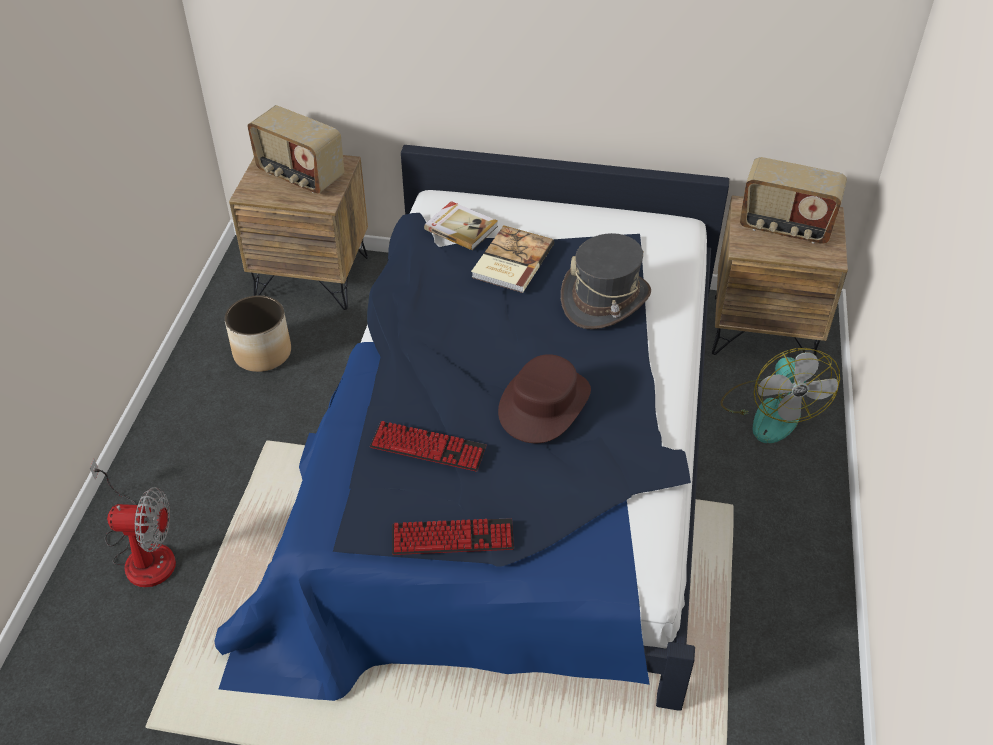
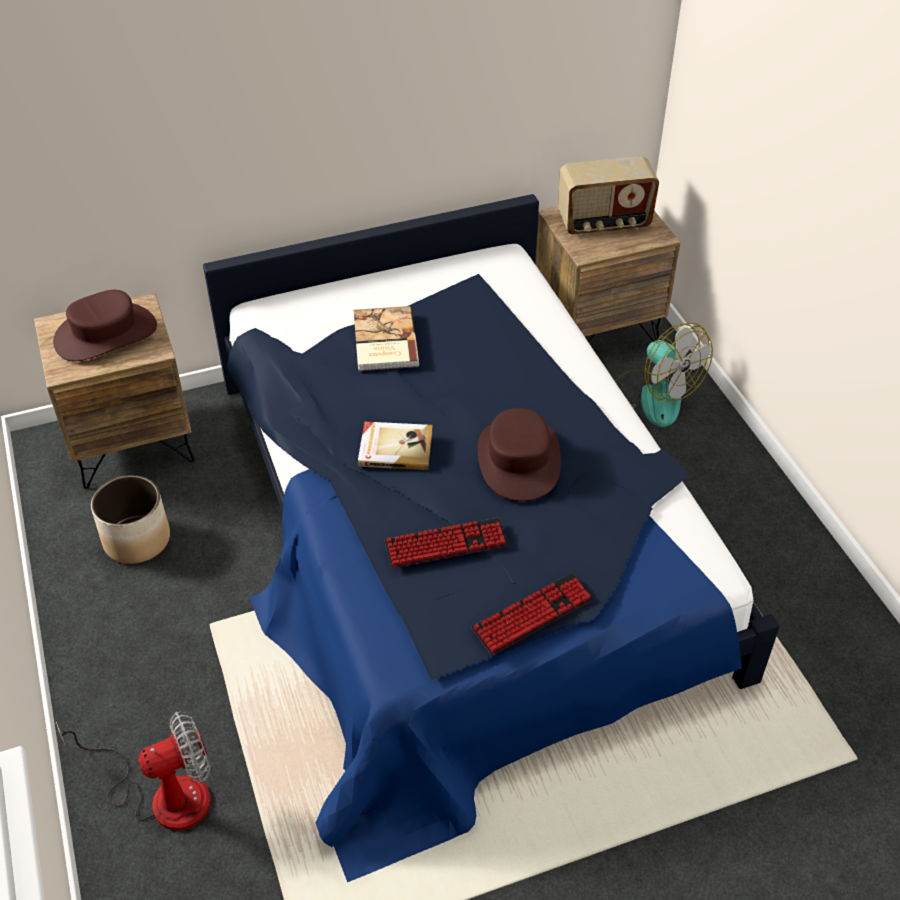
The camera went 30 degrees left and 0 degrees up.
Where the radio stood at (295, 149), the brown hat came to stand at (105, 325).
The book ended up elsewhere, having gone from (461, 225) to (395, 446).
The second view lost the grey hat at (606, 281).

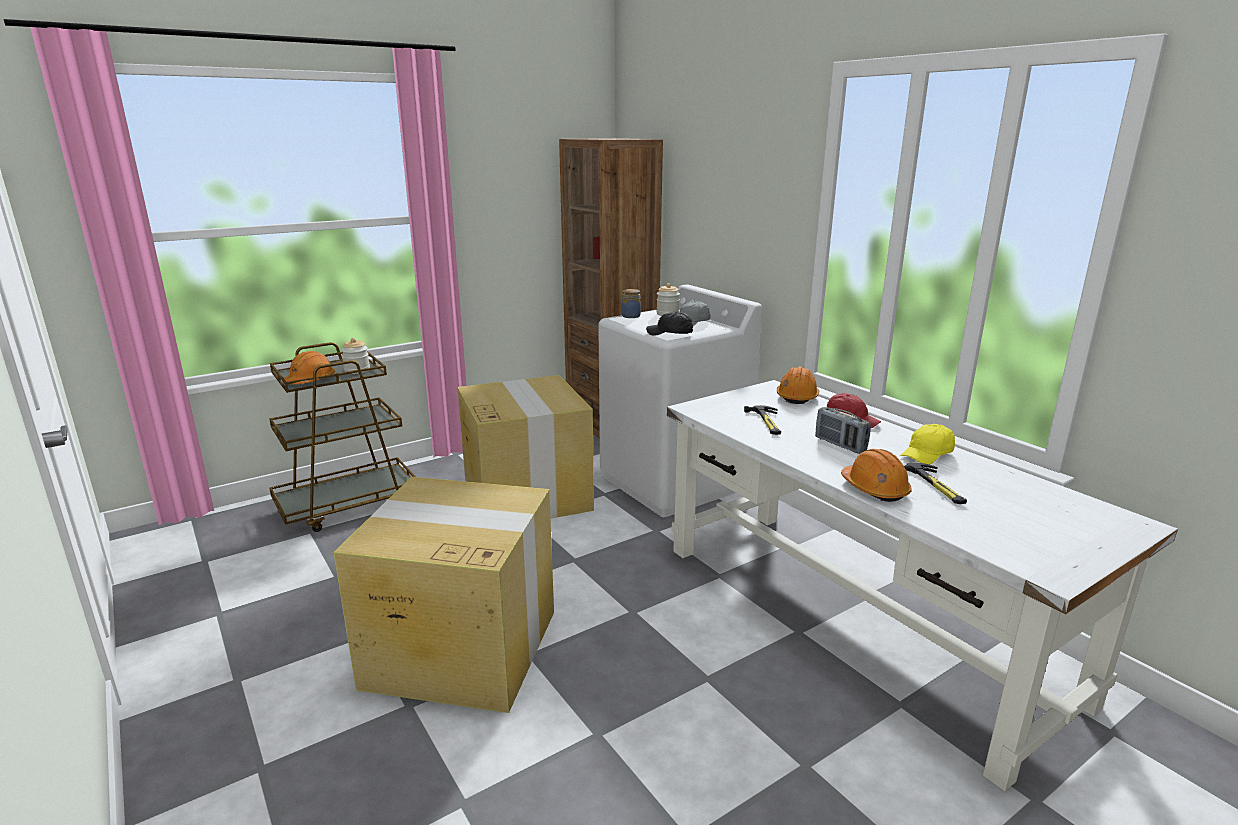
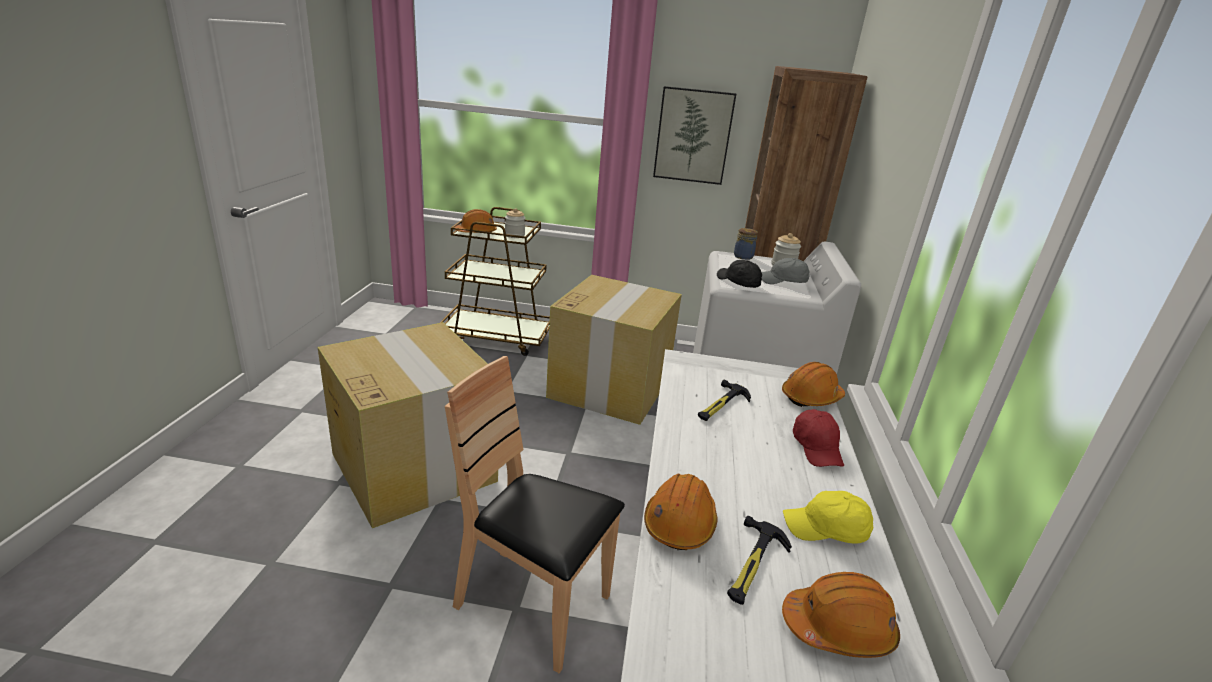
The camera went 40 degrees right and 5 degrees up.
The second view lost the radio at (843, 430).
The second view gained the picture at (694, 135).
The second view gained the brown chair at (535, 514).
The second view gained the orange hard hat at (841, 615).

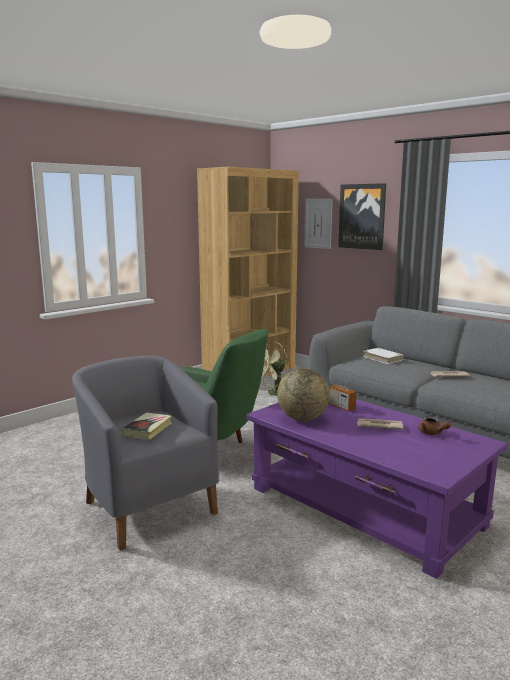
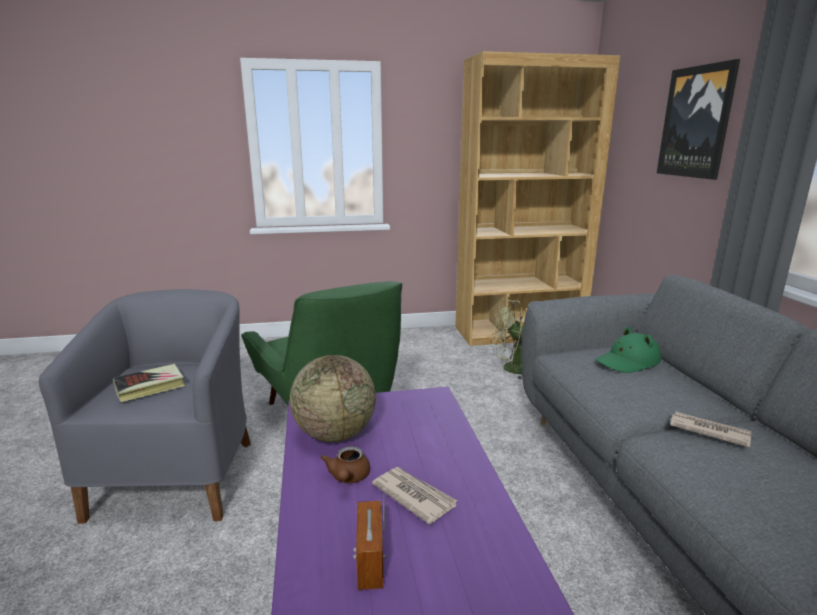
The camera went 35 degrees right and 5 degrees up.
The second view lost the picture at (318, 224).
Where the white book stood at (383, 356), the green hat came to stand at (628, 350).
The radio ended up elsewhere, having gone from (342, 389) to (369, 539).
The brown teapot ended up elsewhere, having gone from (434, 426) to (345, 464).

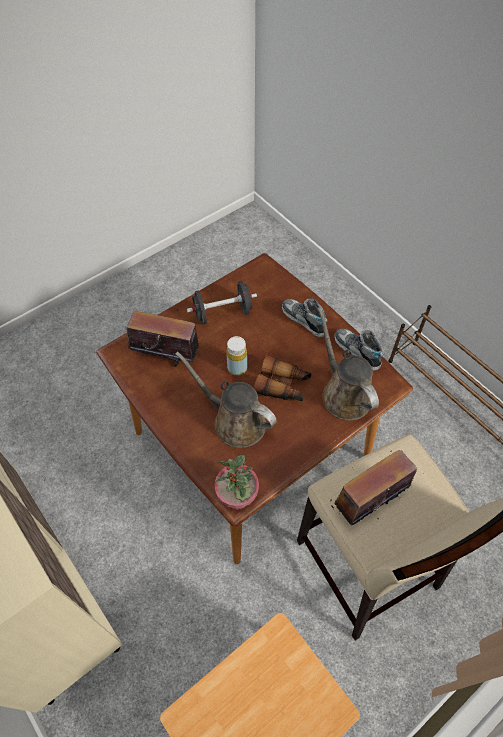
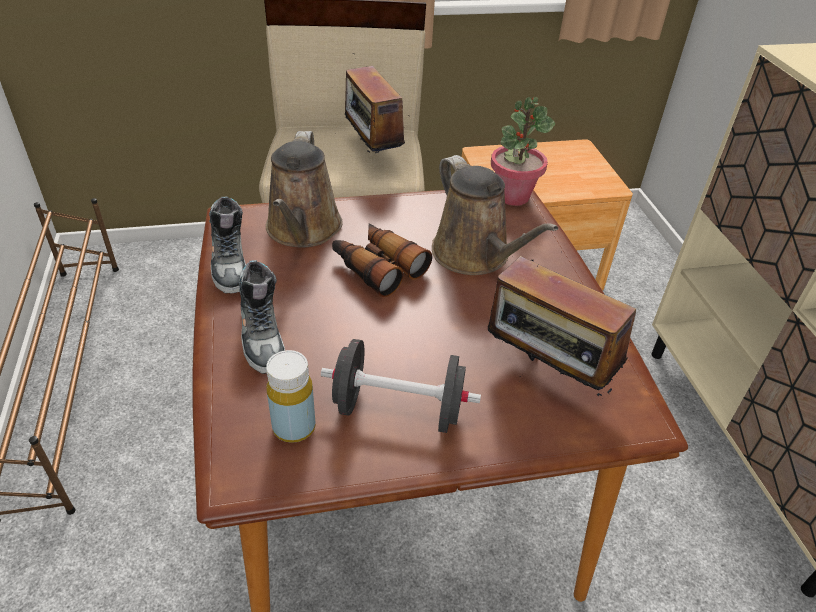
The camera went 155 degrees left and 15 degrees down.
The yellow bottle ended up elsewhere, having gone from (236, 356) to (291, 396).
The radio at (374, 487) ended up facing another way, 75 degrees clockwise from before.

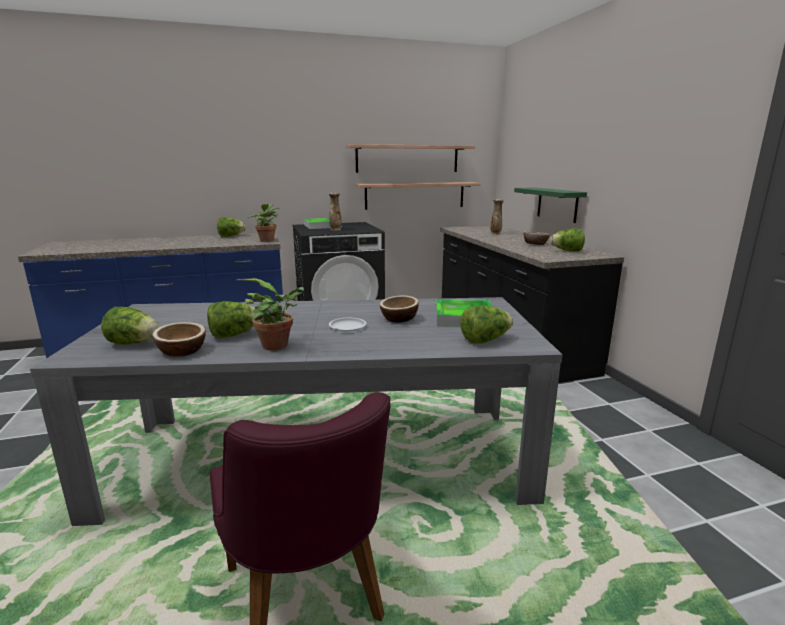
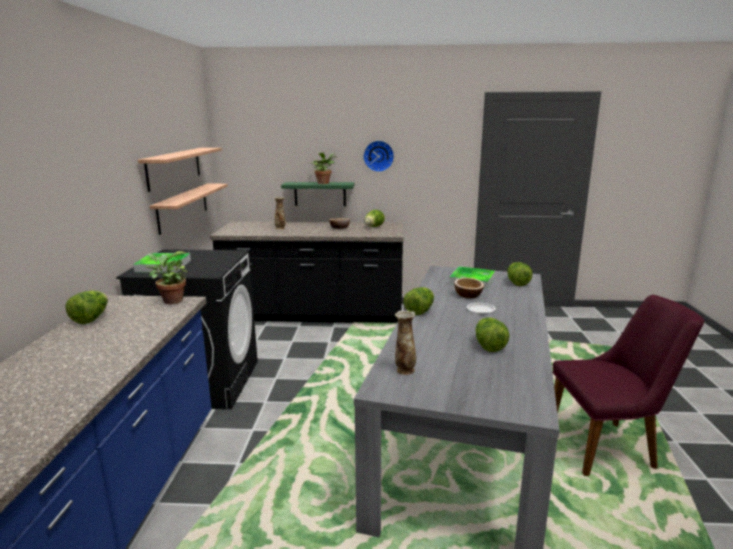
The camera went 70 degrees left and 0 degrees up.
The vase ended up elsewhere, having gone from (335, 211) to (405, 342).
The potted plant ended up elsewhere, having gone from (273, 314) to (324, 168).
The lettuce ended up elsewhere, having gone from (130, 326) to (418, 301).
The second view lost the bowl at (179, 339).
The second view gained the wall clock at (378, 156).

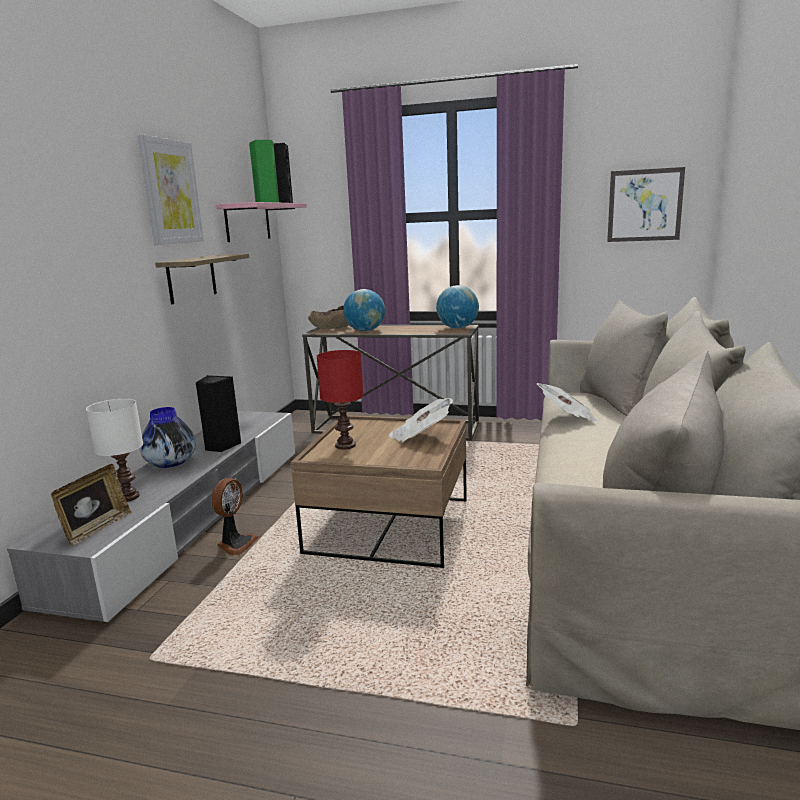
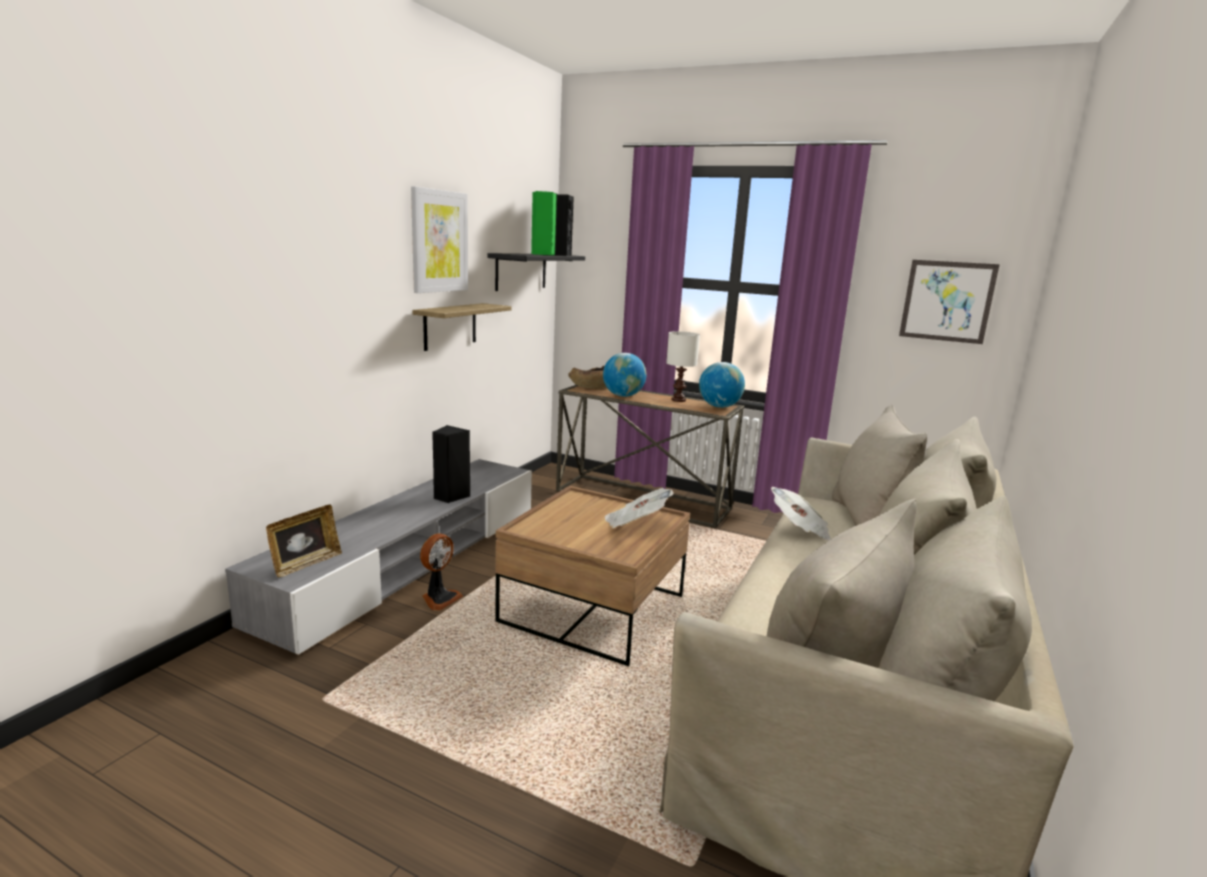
The camera went 10 degrees right and 0 degrees up.
What was the pink shelf at (261, 222) turned into the black shelf at (536, 272).
The second view lost the red table lamp at (340, 400).
The white table lamp ended up elsewhere, having gone from (114, 450) to (683, 366).
The second view lost the vase at (167, 437).

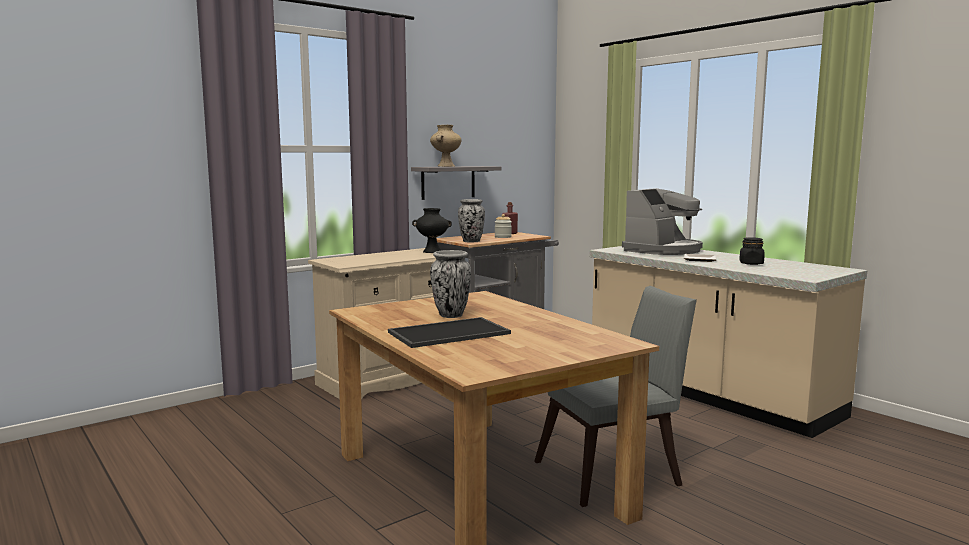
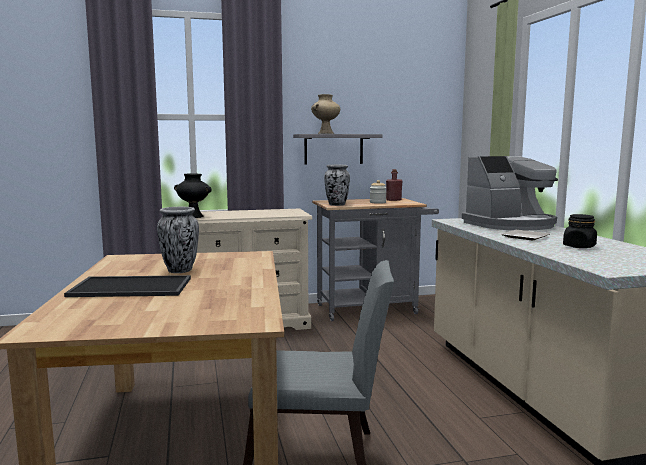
The camera went 25 degrees right and 0 degrees up.
The black vase ended up elsewhere, having gone from (432, 230) to (193, 196).

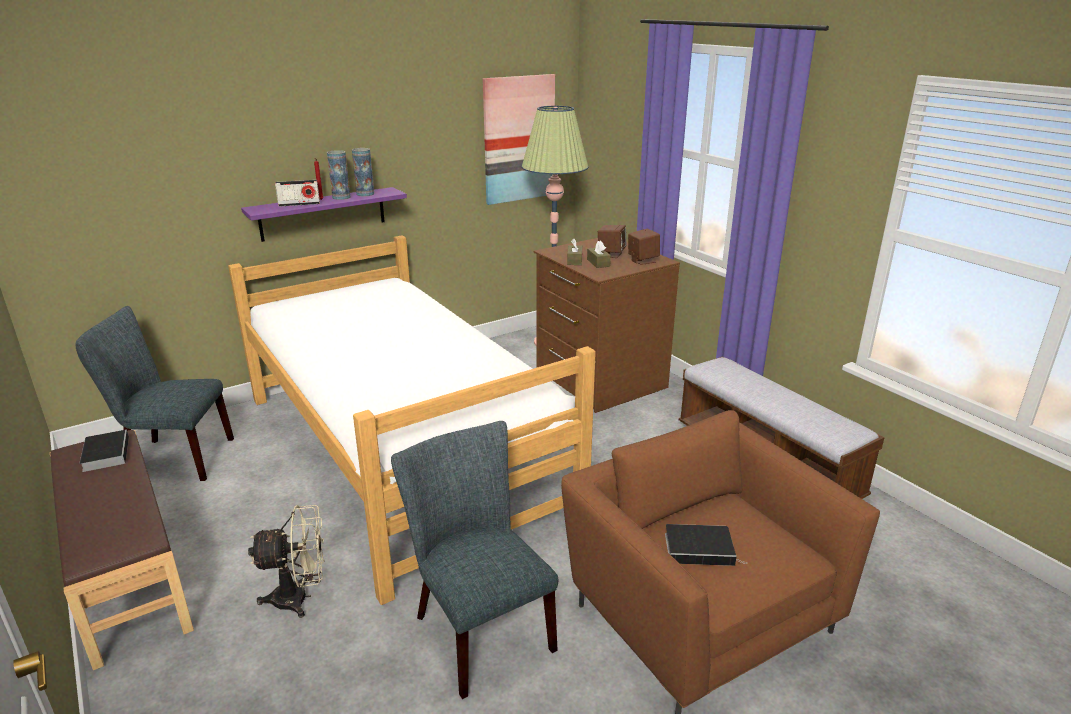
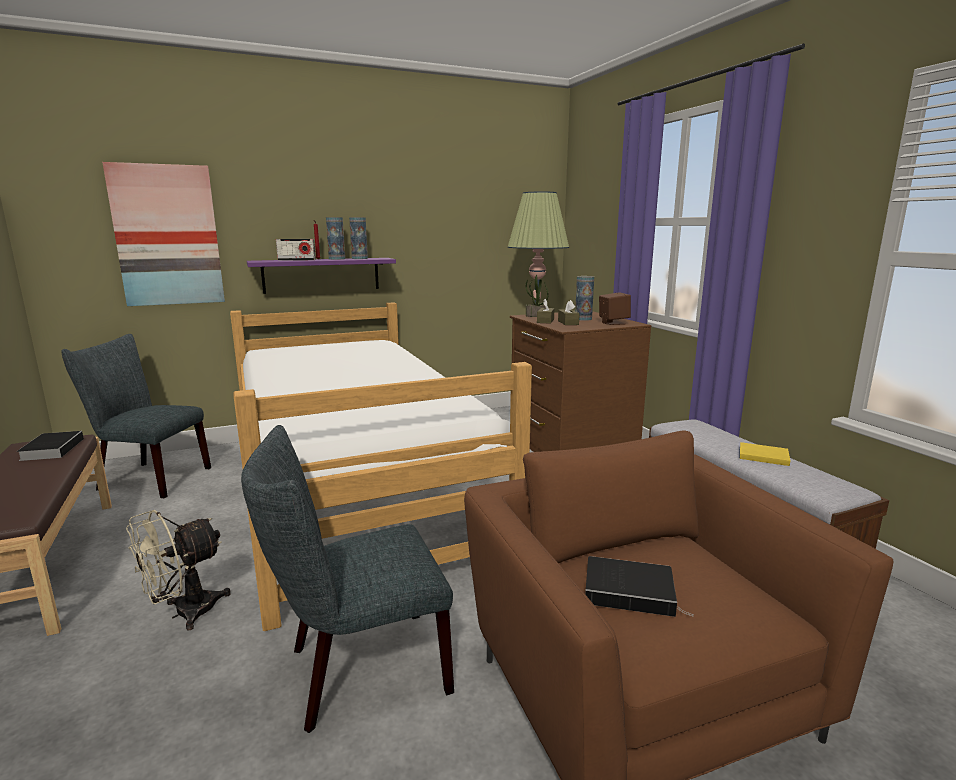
The camera went 10 degrees right and 10 degrees down.
The picture ended up elsewhere, having gone from (519, 139) to (163, 234).
Where the brown speaker stood at (612, 241), the vase came to stand at (584, 298).
The grey chair at (474, 560) ended up facing another way, 90 degrees counterclockwise from before.
The beige fan at (286, 561) ended up facing another way, 135 degrees clockwise from before.
The second view gained the potted plant at (537, 296).
The second view gained the yellow book at (765, 454).

